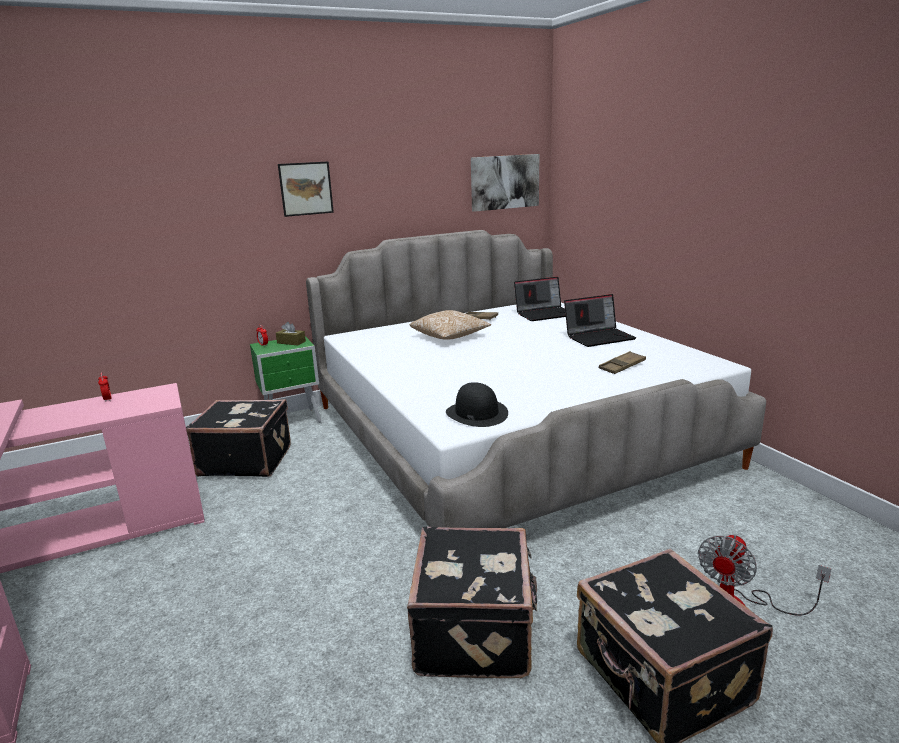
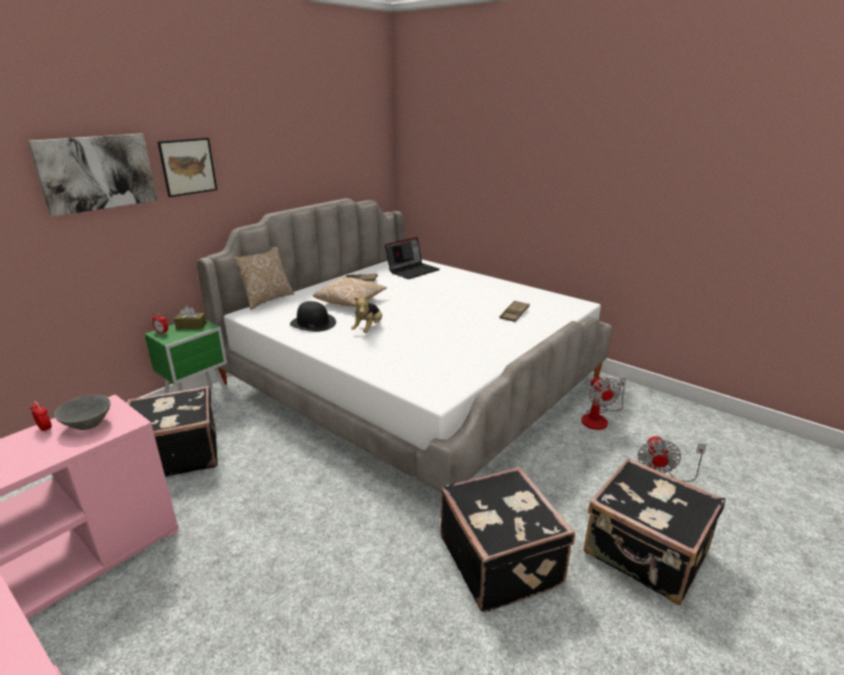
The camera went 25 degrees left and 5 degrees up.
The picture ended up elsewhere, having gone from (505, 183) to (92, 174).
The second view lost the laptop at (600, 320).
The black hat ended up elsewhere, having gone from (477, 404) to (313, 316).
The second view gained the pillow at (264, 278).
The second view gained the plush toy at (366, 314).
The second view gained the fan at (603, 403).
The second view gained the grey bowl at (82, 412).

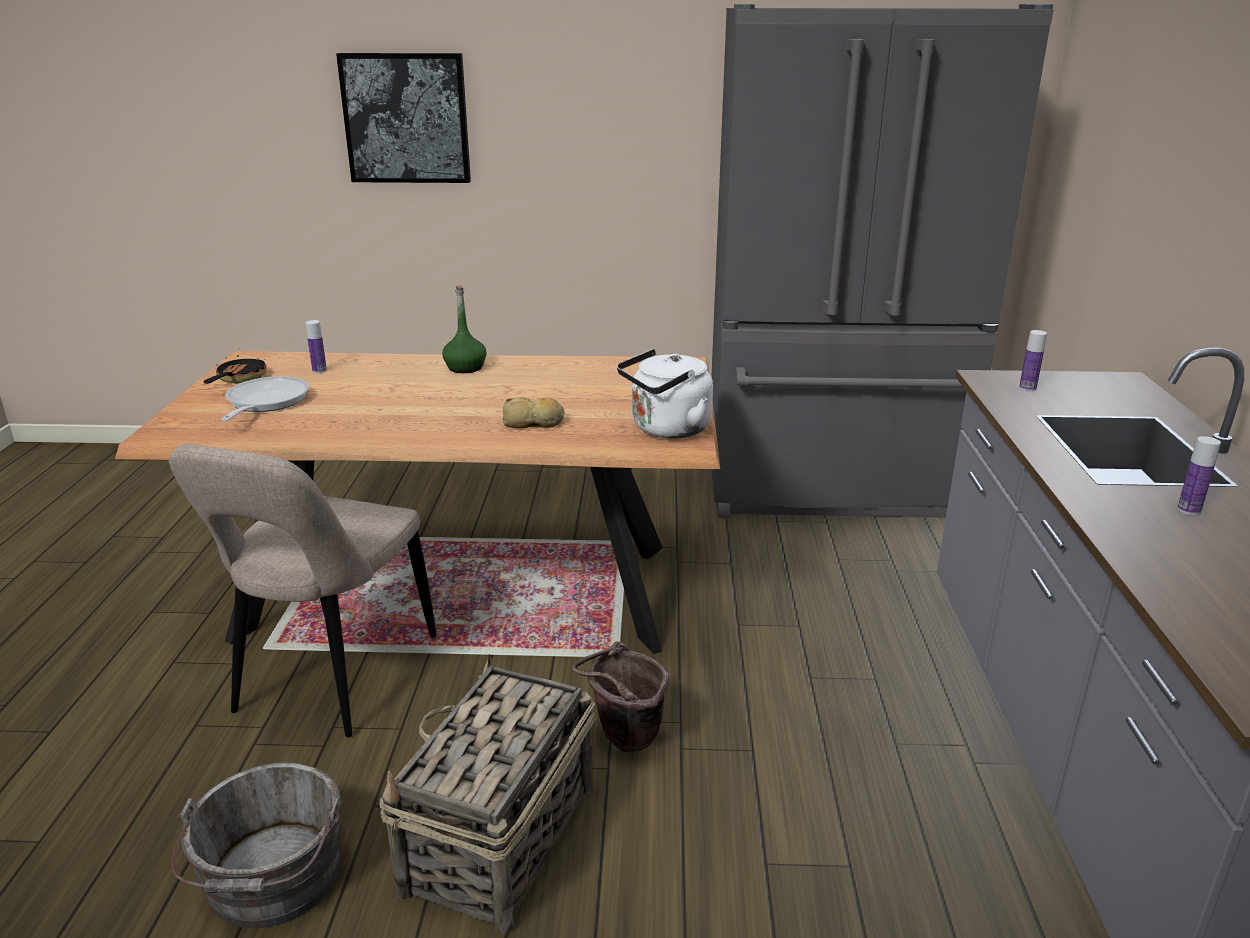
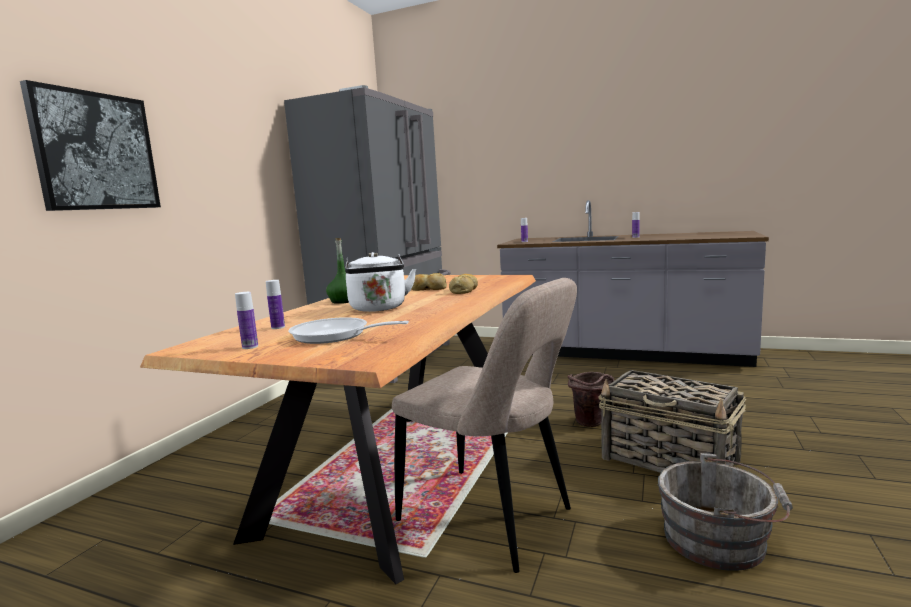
The camera went 70 degrees left and 15 degrees down.
Where the frying pan stood at (235, 366), the bottle came to stand at (246, 320).
The white kettle ended up elsewhere, having gone from (665, 394) to (380, 282).
The second view gained the bread at (429, 282).

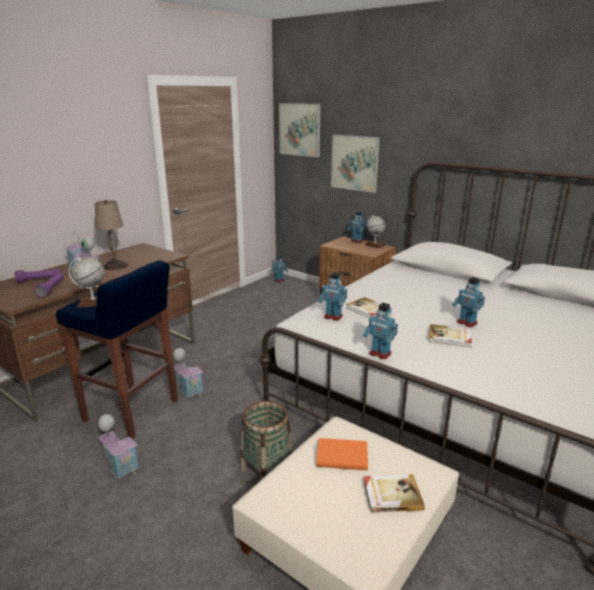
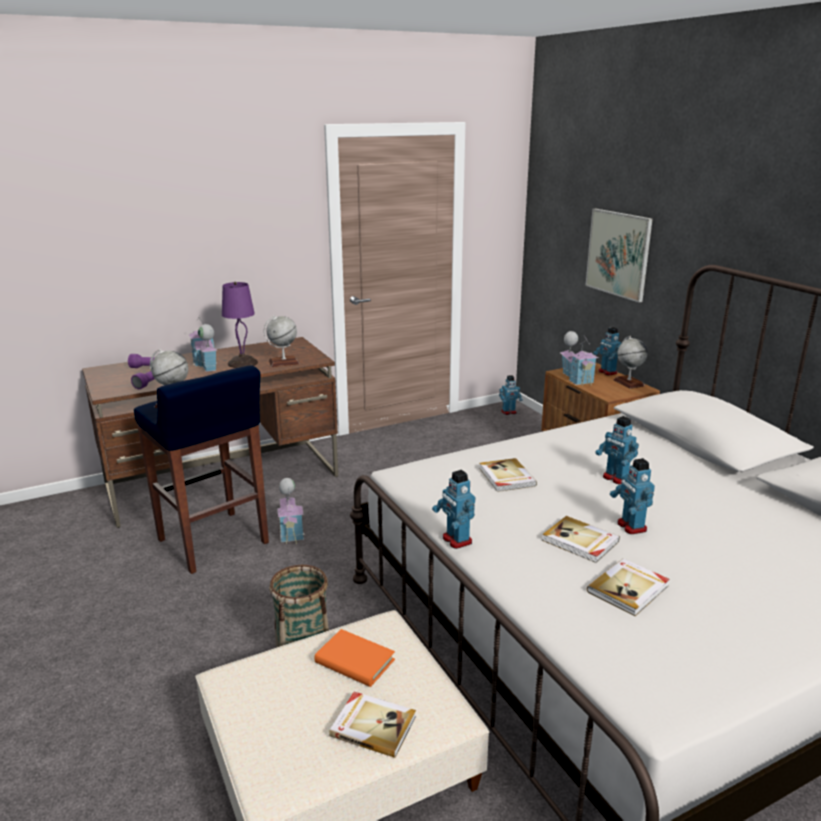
The camera went 25 degrees right and 0 degrees up.
The second view lost the picture at (300, 130).
What was the beige table lamp at (111, 235) turned into the purple table lamp at (240, 325).
The toy robot ended up elsewhere, having gone from (332, 296) to (617, 450).
The toy house ended up elsewhere, having gone from (118, 446) to (579, 358).
The second view gained the globe at (281, 341).
The second view gained the book at (628, 587).

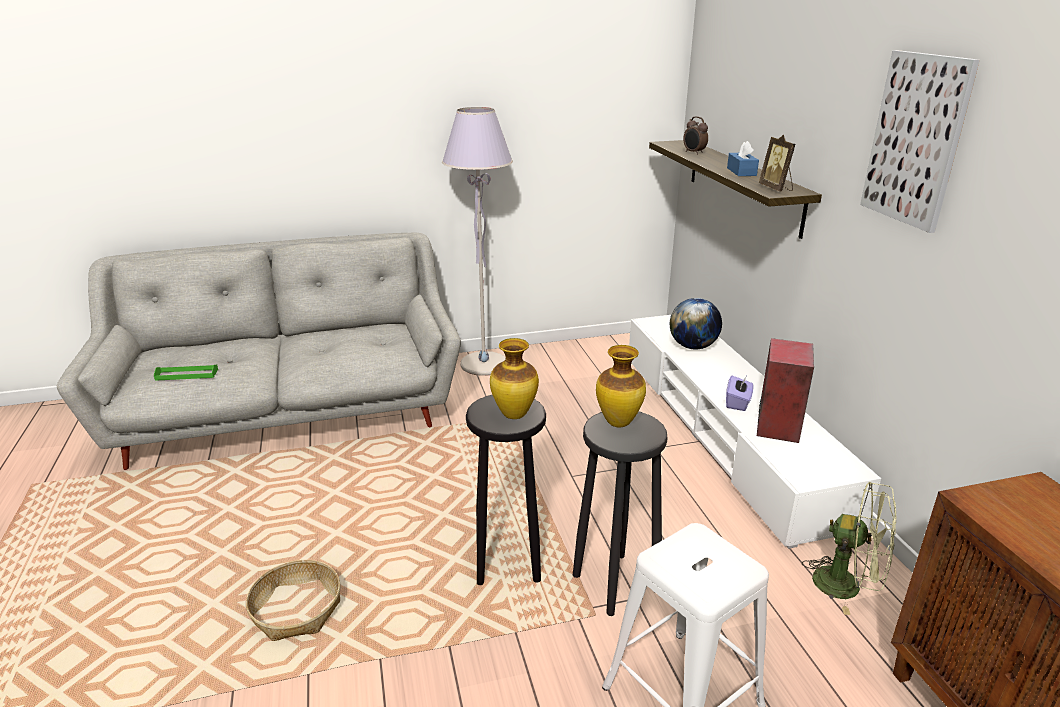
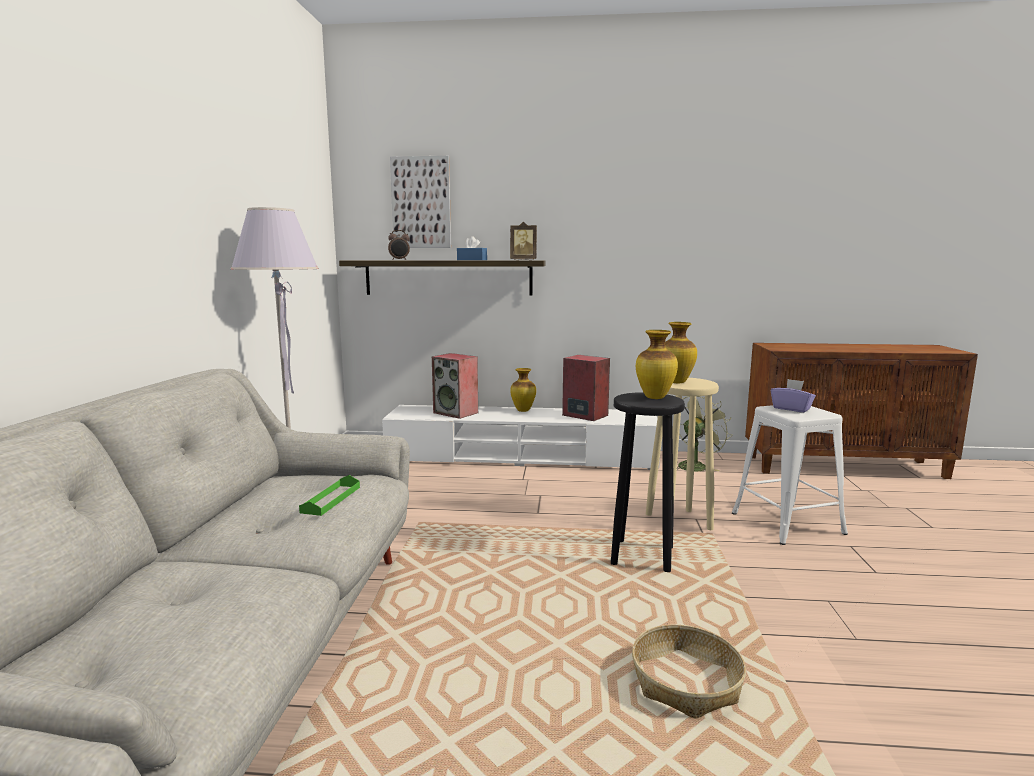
The camera went 70 degrees left and 15 degrees down.
The picture ended up elsewhere, having gone from (920, 141) to (420, 202).
Where the globe stood at (696, 323), the speaker came to stand at (455, 386).
The green tray ended up elsewhere, having gone from (186, 373) to (329, 495).
The purple tissue box ended up elsewhere, having gone from (740, 393) to (793, 395).
What was the black stool at (620, 513) turned into the beige stool at (682, 454).
The second view gained the vase at (523, 390).

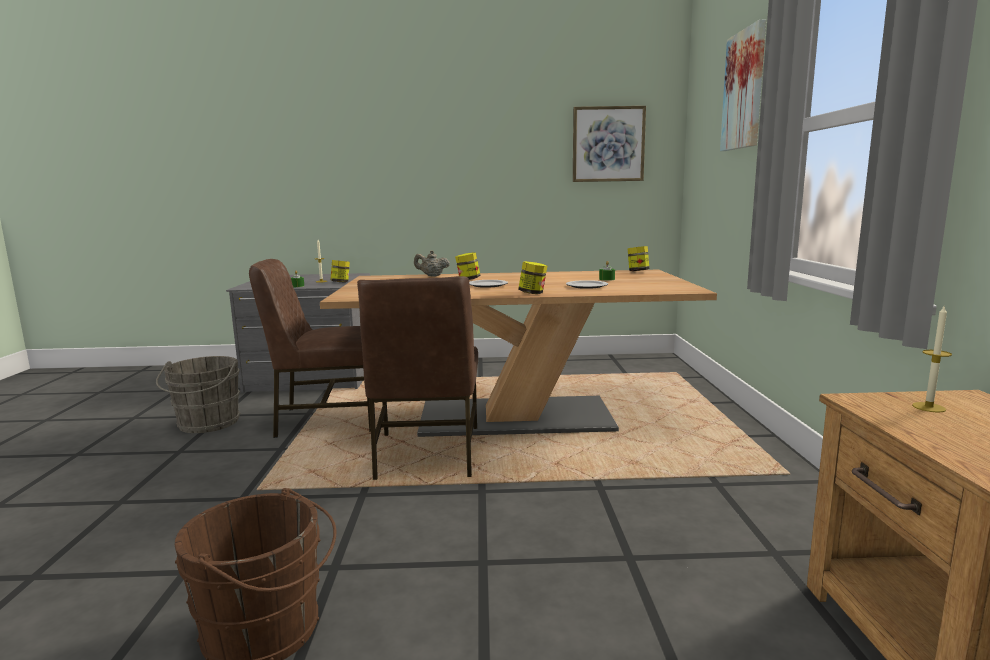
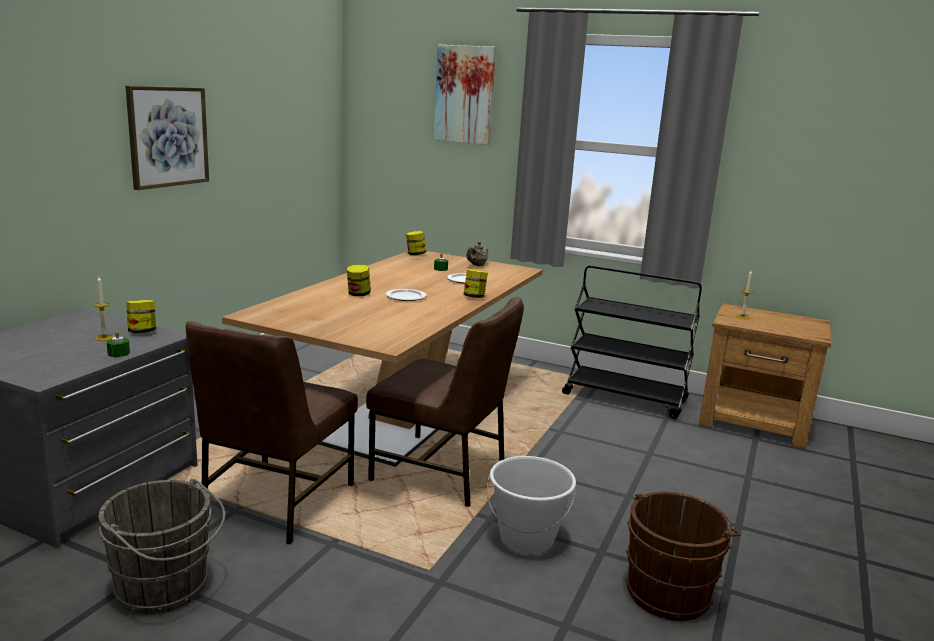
The camera went 65 degrees left and 5 degrees up.
The picture ended up elsewhere, having gone from (609, 144) to (167, 138).
The beige teapot ended up elsewhere, having gone from (432, 263) to (477, 254).
The second view gained the black cart at (632, 342).
The second view gained the white bucket at (531, 505).

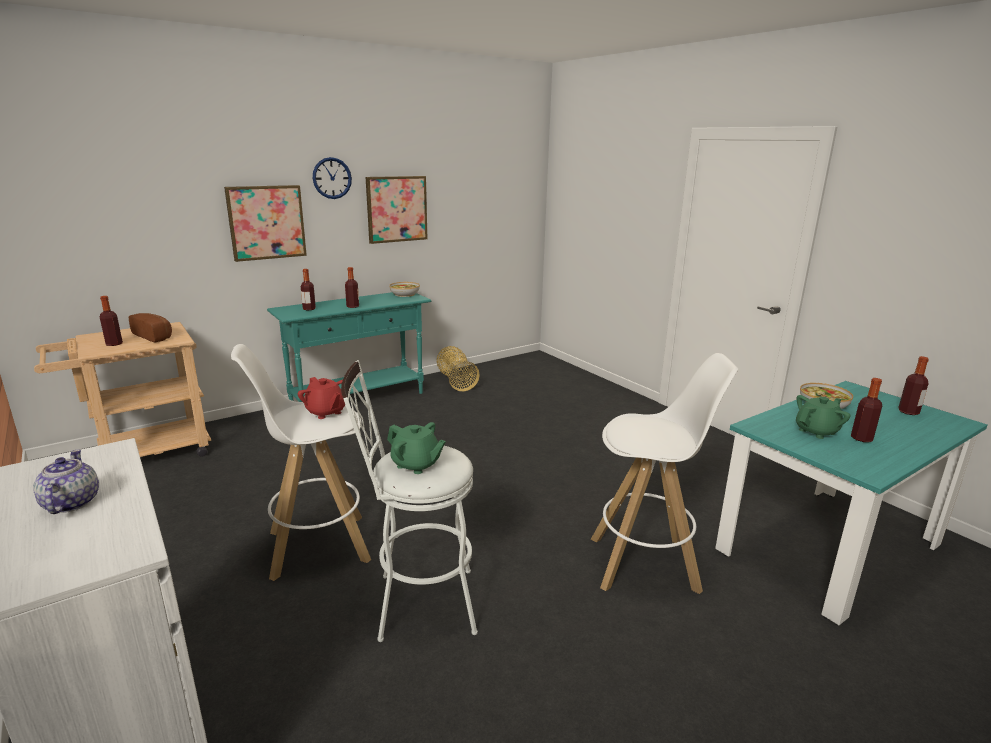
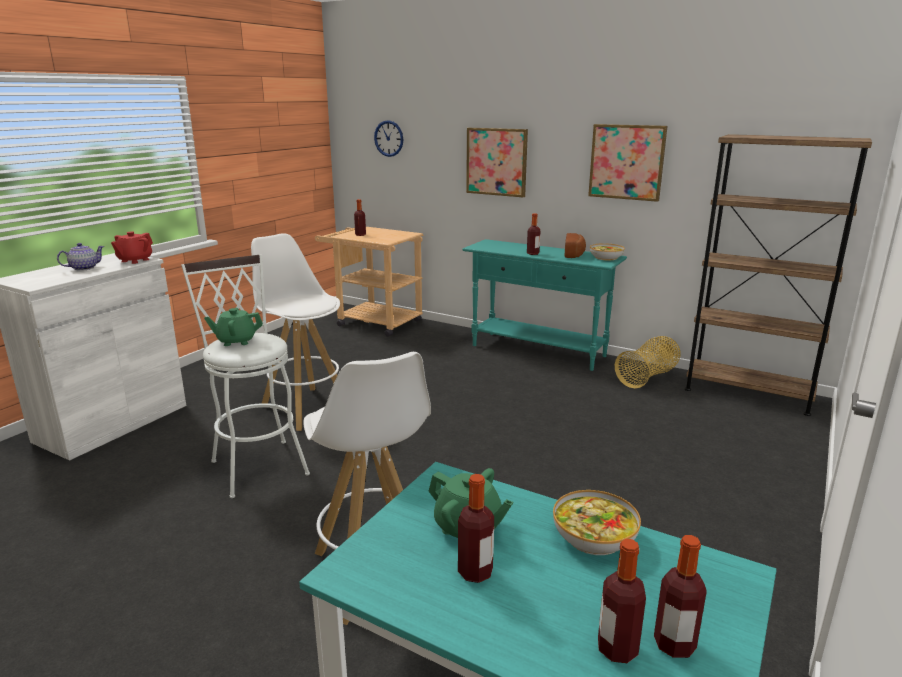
The camera went 65 degrees right and 0 degrees up.
The wall clock ended up elsewhere, having gone from (332, 178) to (388, 138).
The bottle ended up elsewhere, having gone from (308, 289) to (622, 601).
The bread ended up elsewhere, having gone from (150, 327) to (575, 245).
The red teapot ended up elsewhere, having gone from (321, 398) to (132, 247).
The green teapot at (416, 448) ended up facing another way, 75 degrees clockwise from before.
The second view gained the brown bookcase at (778, 275).

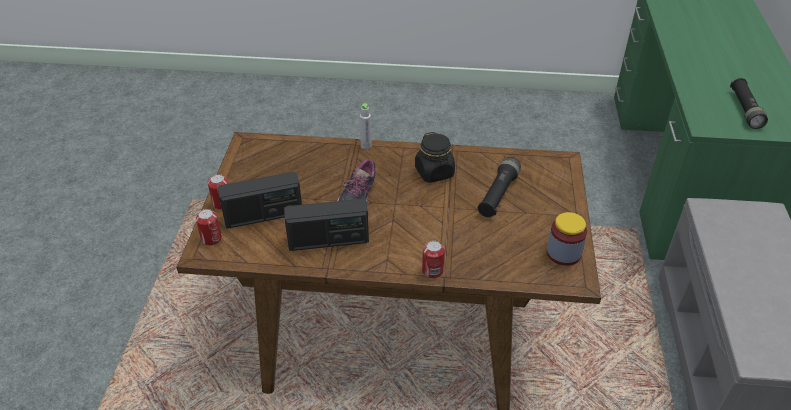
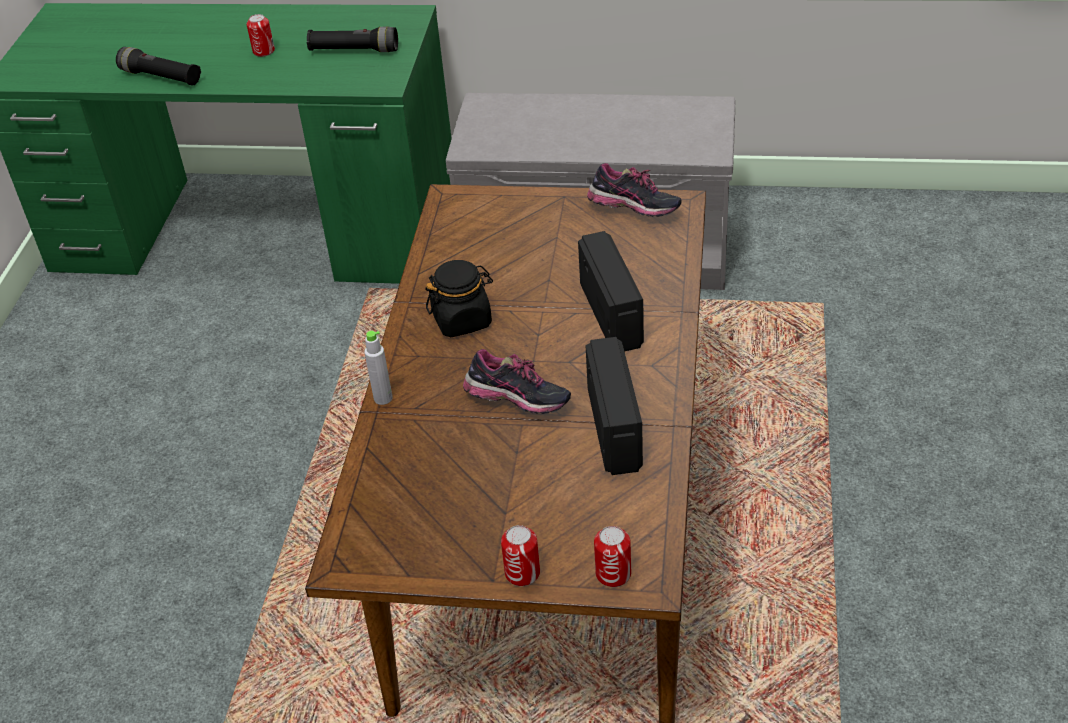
The camera went 85 degrees left and 0 degrees up.
The black flashlight ended up elsewhere, having gone from (499, 187) to (158, 66).
The radio ended up elsewhere, having gone from (260, 200) to (611, 291).
Where the jar stood at (567, 239), the shoe came to stand at (634, 190).
The can ended up elsewhere, having gone from (433, 259) to (261, 35).

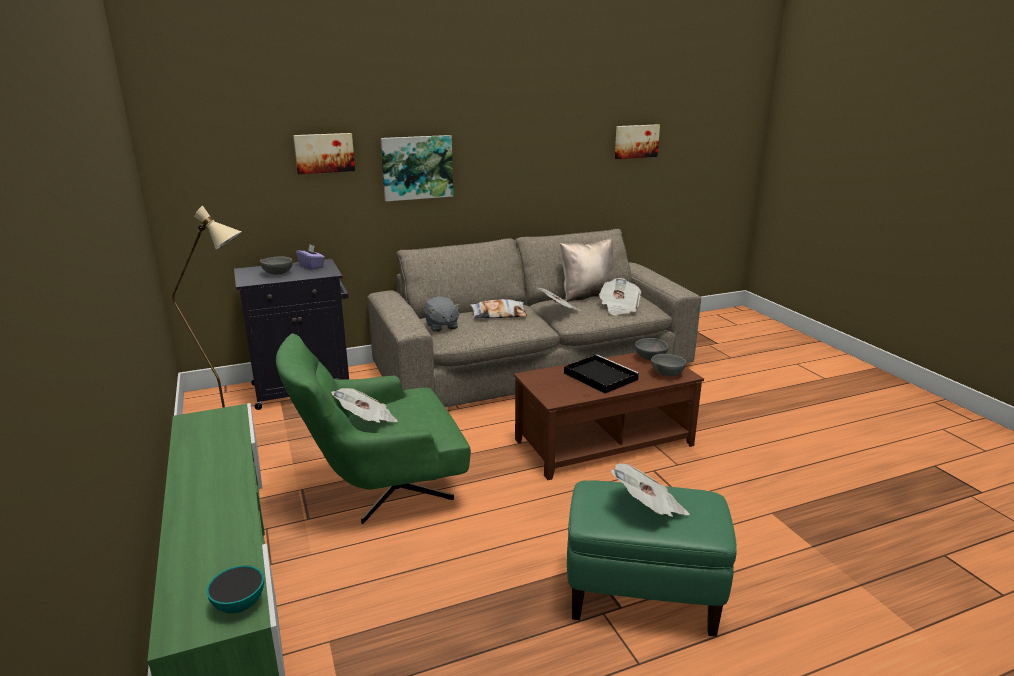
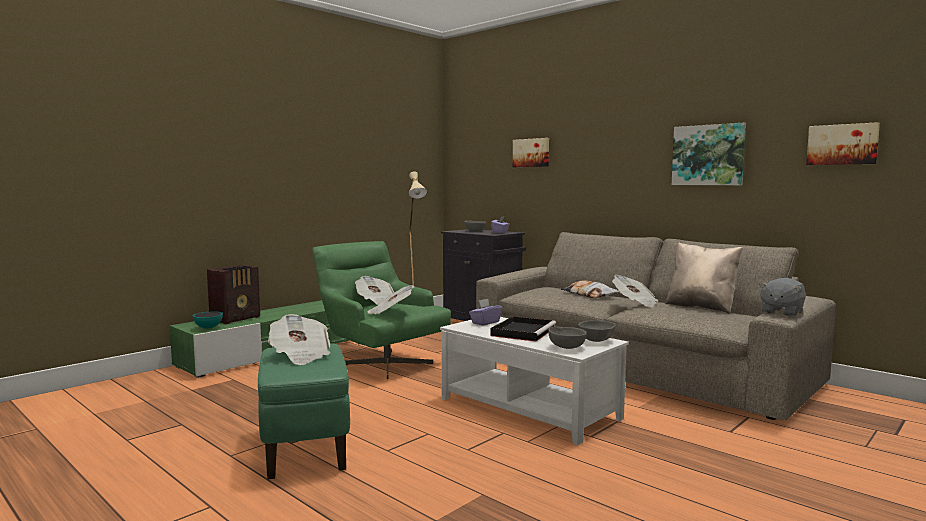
The camera went 65 degrees right and 15 degrees down.
The picture ended up elsewhere, having gone from (416, 168) to (709, 154).
The newspaper ended up elsewhere, having gone from (620, 296) to (390, 299).
The grey plush toy ended up elsewhere, having gone from (442, 314) to (782, 297).
What was the brown coffee table at (609, 416) turned into the white coffee table at (534, 381).
The second view gained the radio at (233, 294).
The second view gained the purple tissue box at (485, 312).

